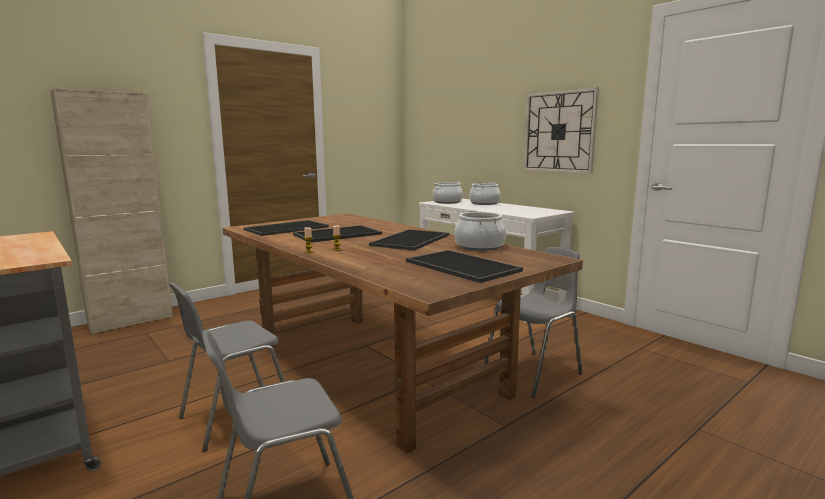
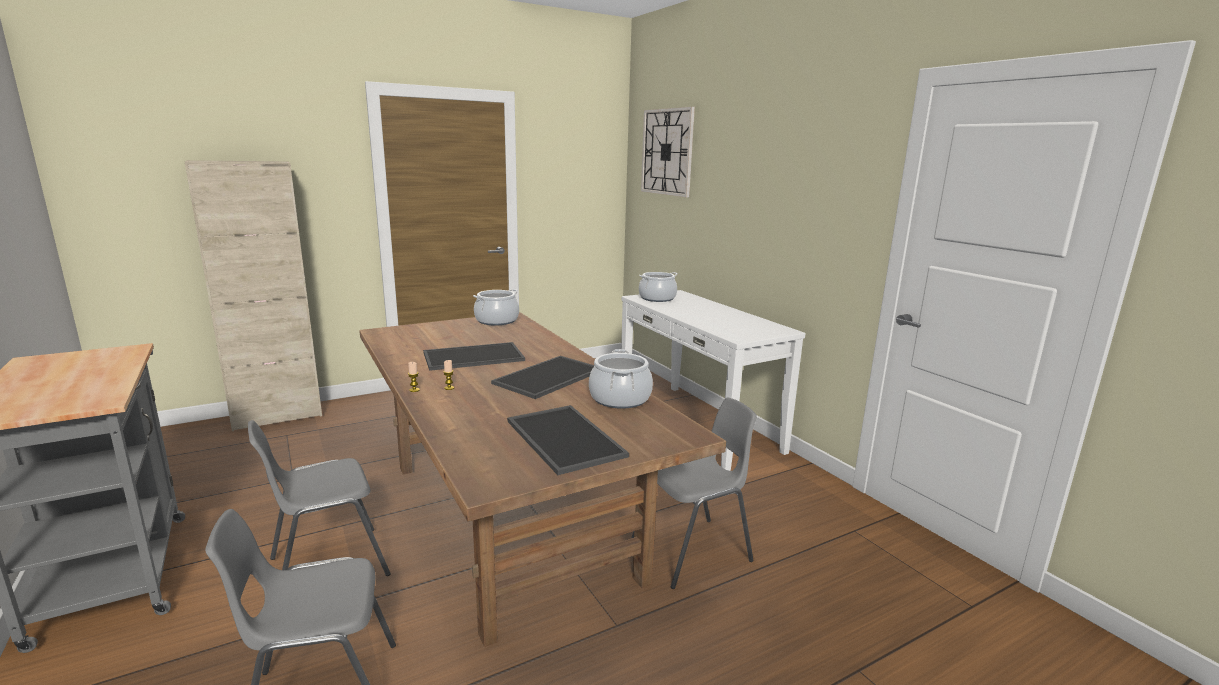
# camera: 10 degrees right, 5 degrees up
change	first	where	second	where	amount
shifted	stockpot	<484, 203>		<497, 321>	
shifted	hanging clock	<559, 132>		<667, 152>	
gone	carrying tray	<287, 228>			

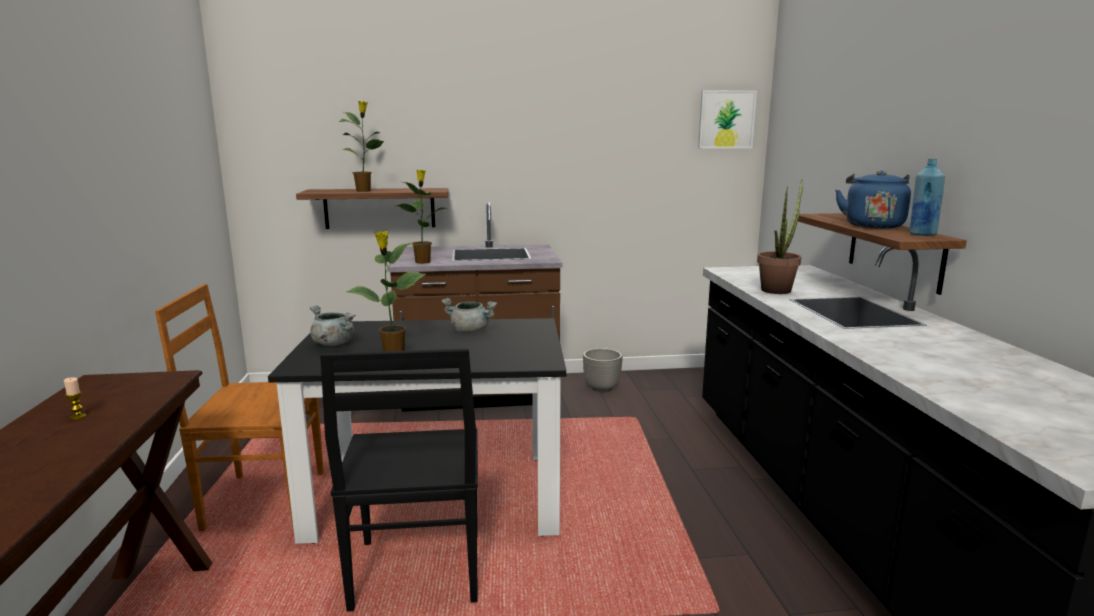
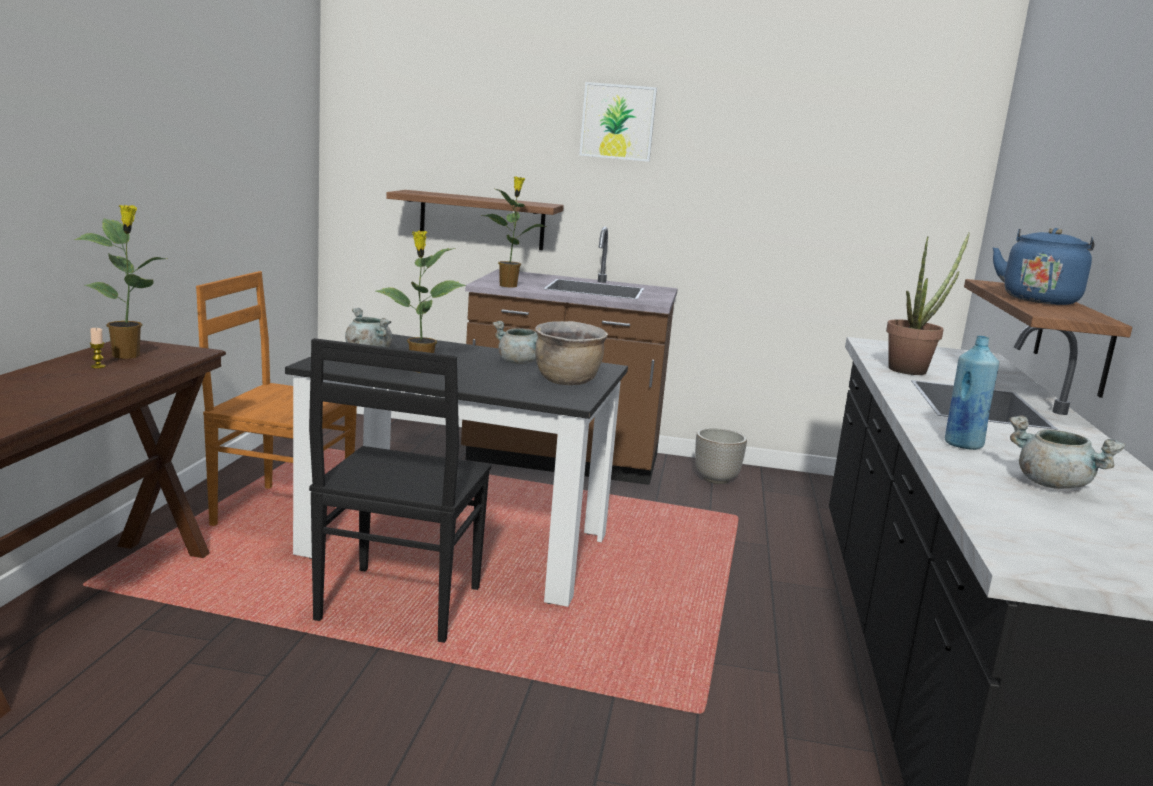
# camera: 15 degrees right, 0 degrees up
change	first	where	second	where	amount
shifted	plant in a pot	<364, 191>		<128, 355>	
new			brown stockpot	<567, 382>	
shifted	picture	<726, 119>		<618, 122>	
shifted	blue-coloured bottle	<922, 234>		<962, 444>	
new			grey stockpot	<1053, 485>	

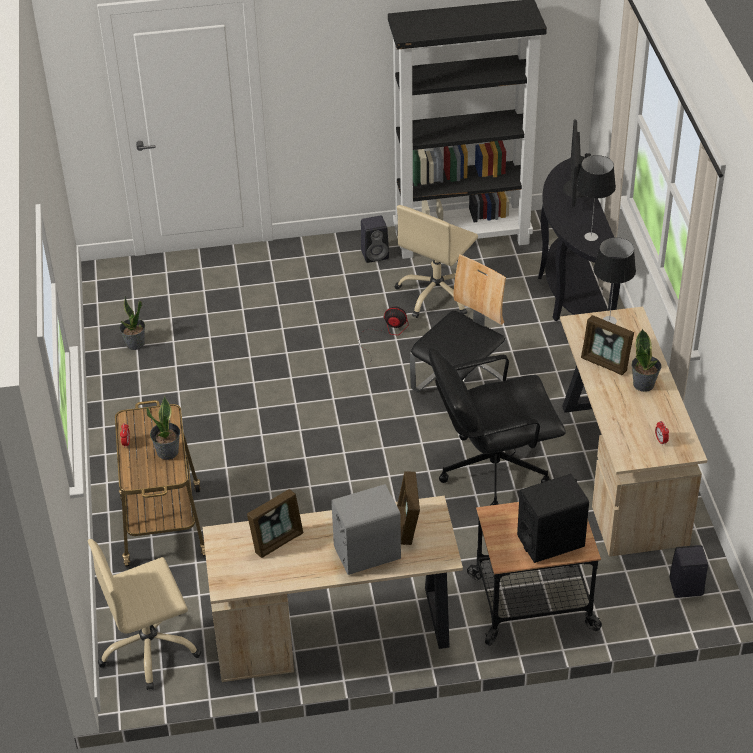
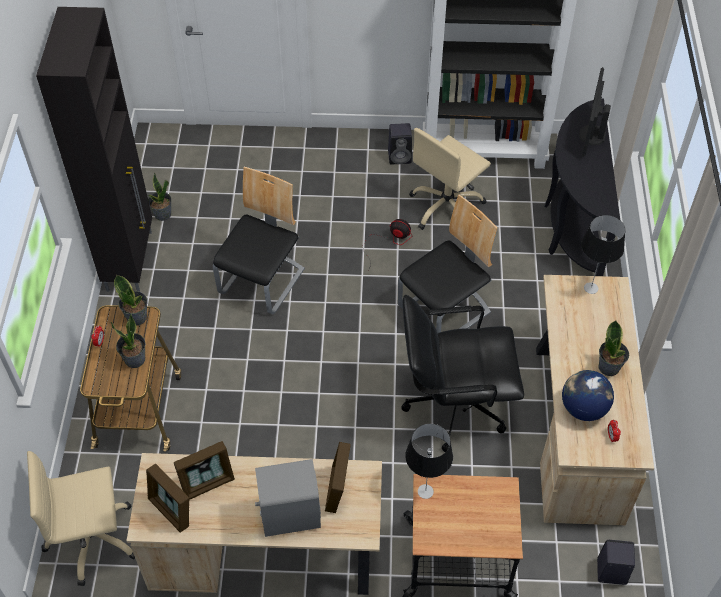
# camera: 10 degrees right, 10 degrees up
change	first	where	second	where	amount
new			black cabinet	<130, 260>	
new			plant in a pot	<137, 317>	
shifted	standing frame	<605, 363>		<171, 510>	
new			upright chair	<262, 282>	
shifted	lamp for a table	<591, 236>		<425, 491>	
new			desk globe	<583, 408>	
gone	black loudspeaker	<551, 541>			

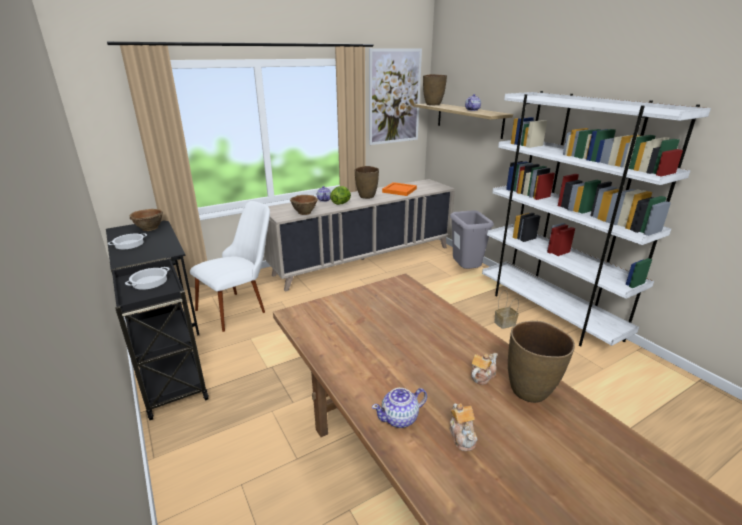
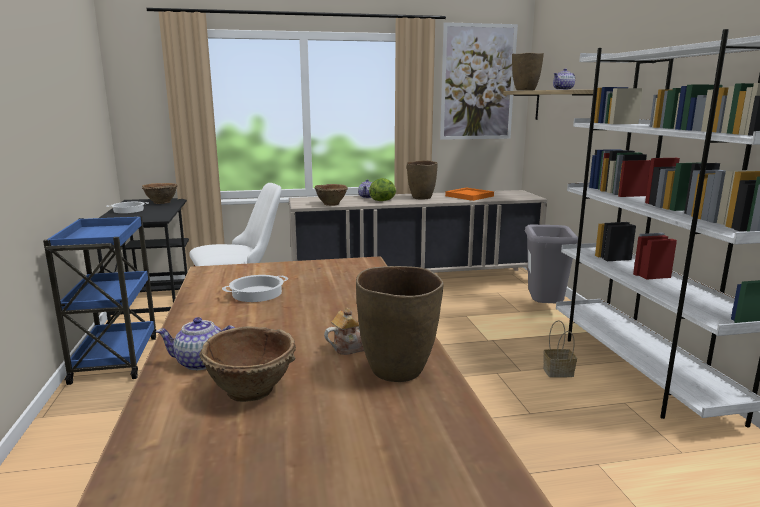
# camera: 20 degrees right, 10 degrees down
change	first	where	second	where	amount
repainted	black cart	<172, 382>	blue-coloured cart	<116, 358>	
swapped	tea pot	<462, 436>	brown deep dish	<252, 390>	
shifted	stockpot	<150, 281>		<257, 293>	

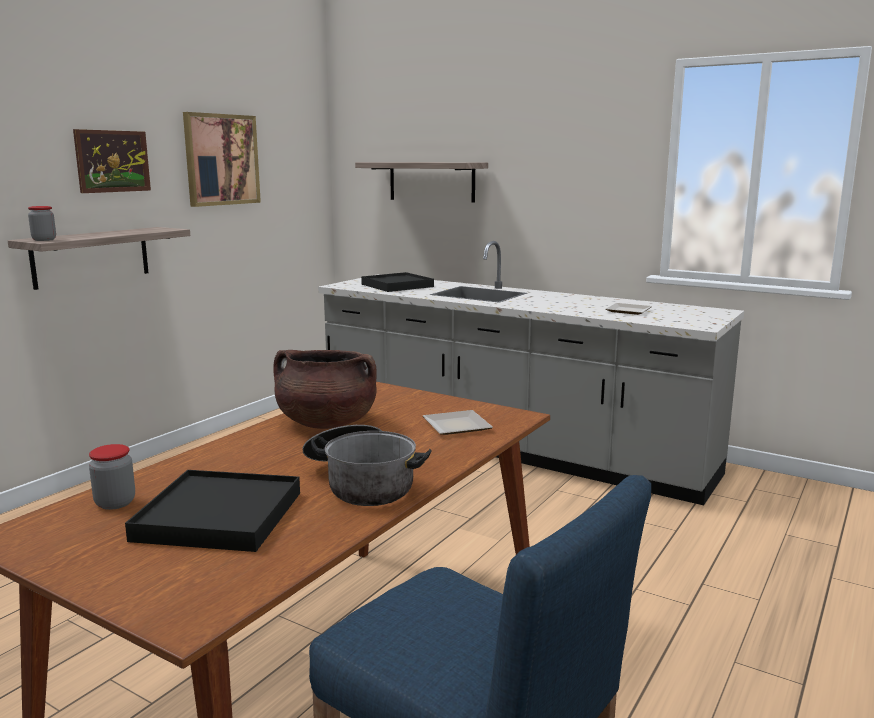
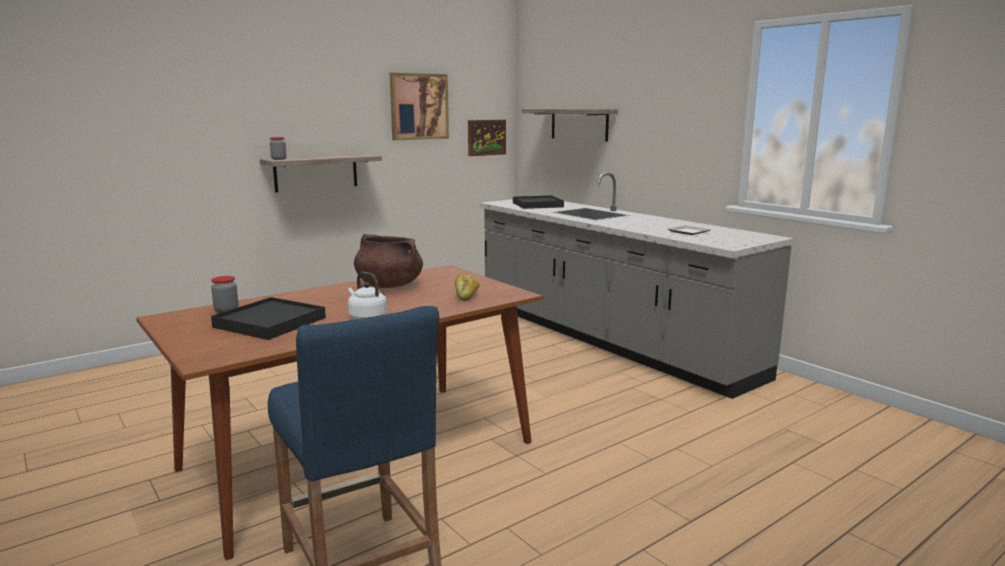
# camera: 20 degrees right, 0 degrees up
change	first	where	second	where	amount
swapped	stockpot	<362, 483>	whitish kettle	<366, 317>	
swapped	flat dish	<454, 426>	bakery bread	<467, 295>	
shifted	picture	<112, 161>		<486, 137>	

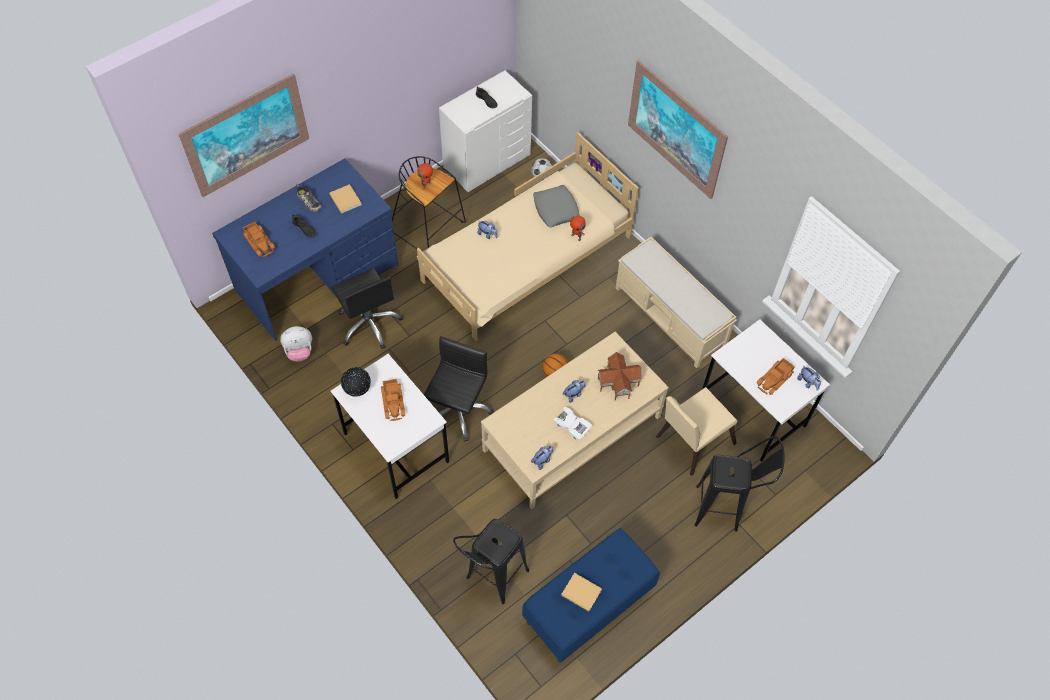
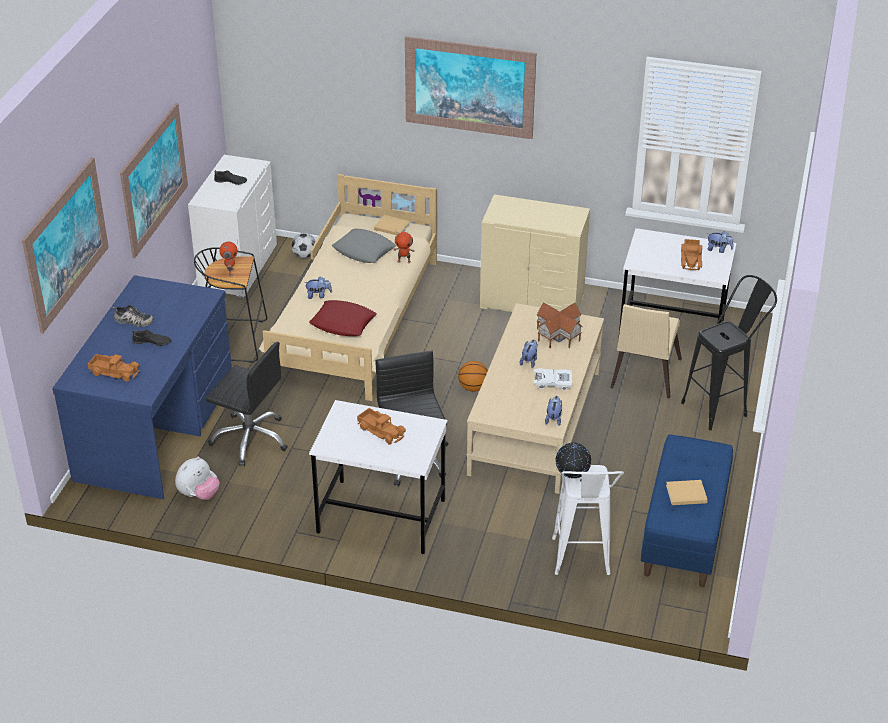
# camera: 35 degrees left, 20 degrees down
change	first	where	second	where	amount
new			picture	<154, 179>	
new			red-coloured pillow	<343, 323>	
shifted	beige book	<345, 199>		<391, 226>	
swapped	beige long seat	<670, 317>	beige drawer chest	<532, 301>	
repainted	black sitting stool	<492, 581>	whitish sitting stool	<581, 564>	
shifted	desk globe	<358, 391>		<572, 477>	

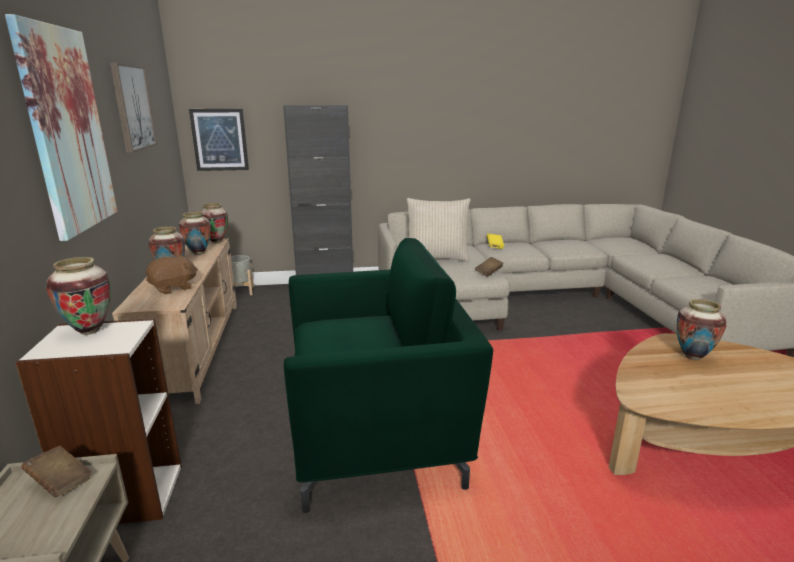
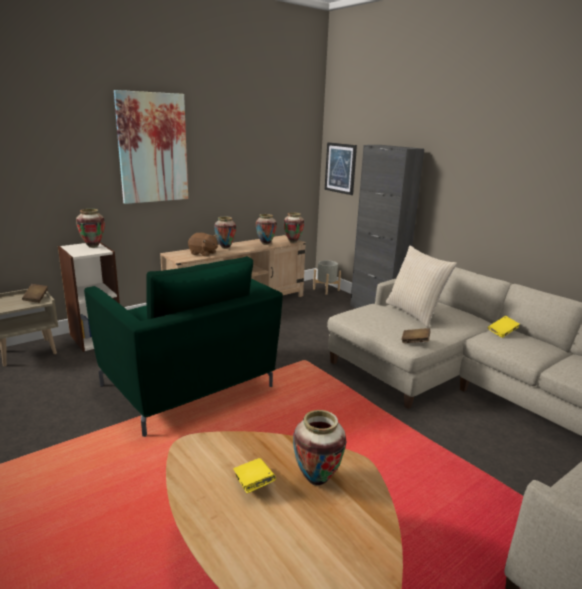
# camera: 60 degrees right, 0 degrees up
change	first	where	second	where	amount
new			yellowish book	<253, 484>	
gone	picture	<132, 107>			

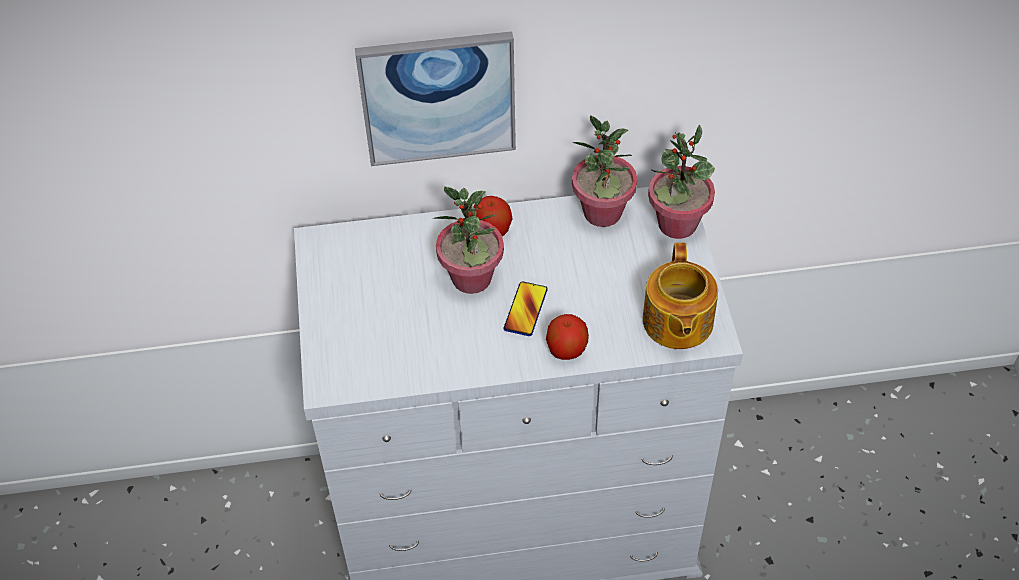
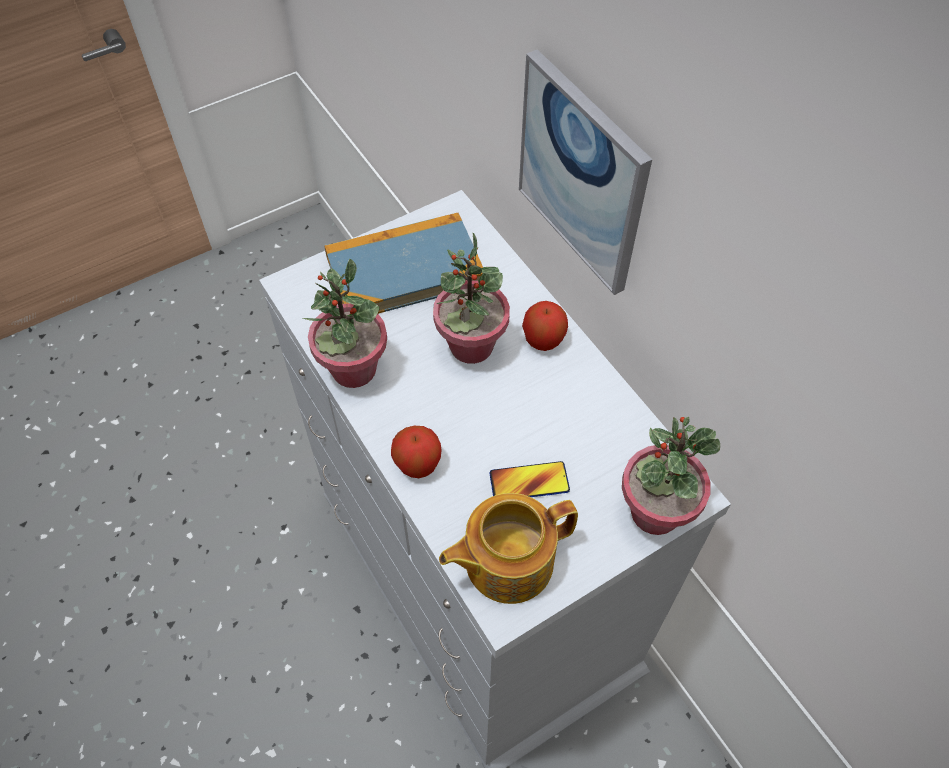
# camera: 65 degrees right, 5 degrees up
change	first	where	second	where	amount
shifted	plant in a pot	<602, 213>		<353, 369>	
new			book	<405, 270>	
shifted	phone	<525, 309>		<529, 482>	

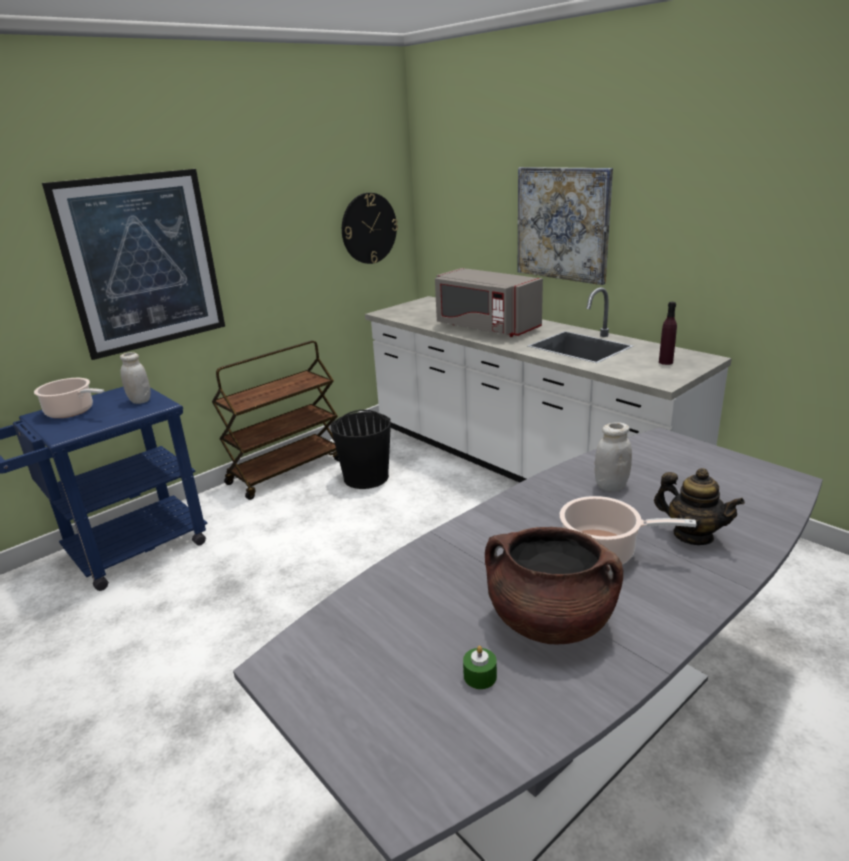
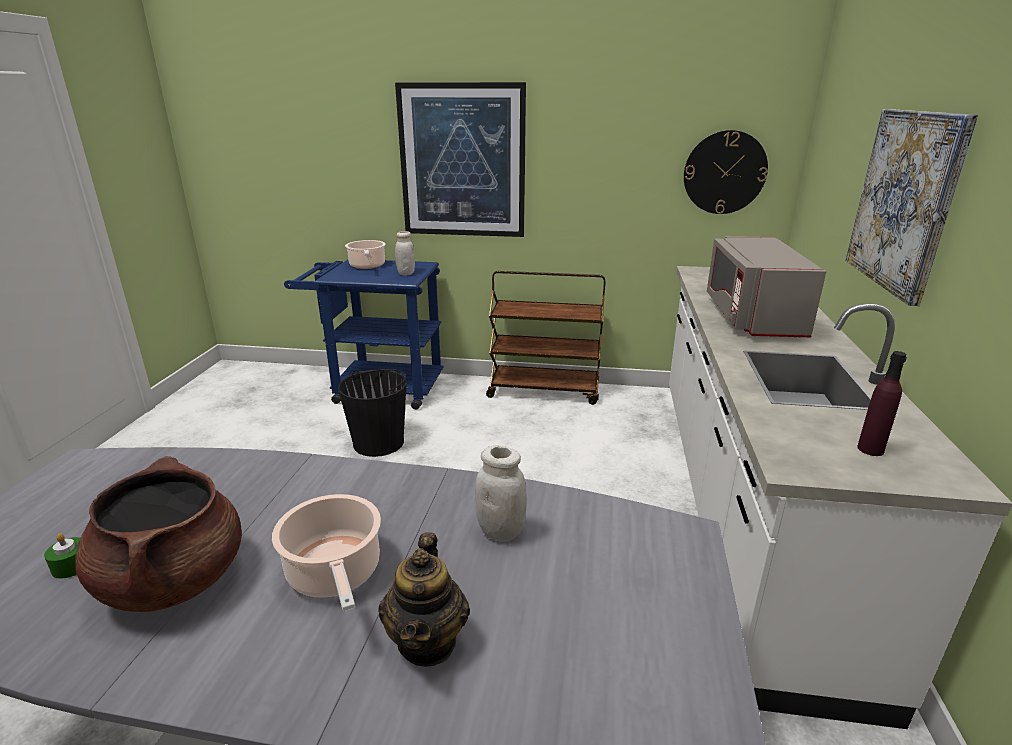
# camera: 50 degrees right, 0 degrees up
change	first	where	second	where	amount
shifted	black pail	<366, 477>		<379, 442>	

